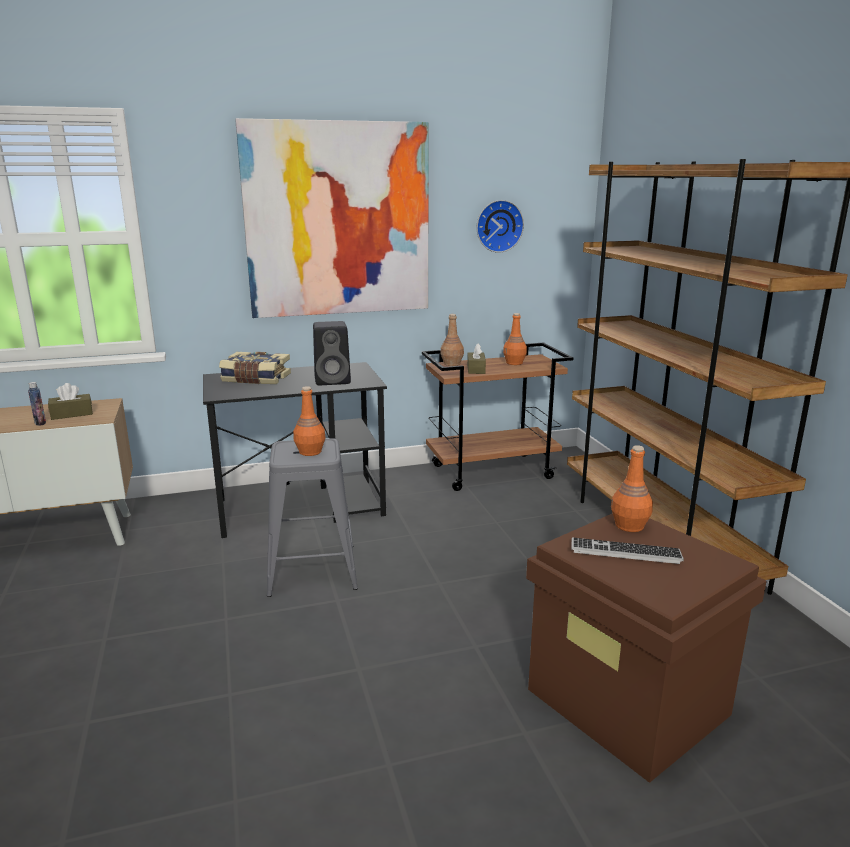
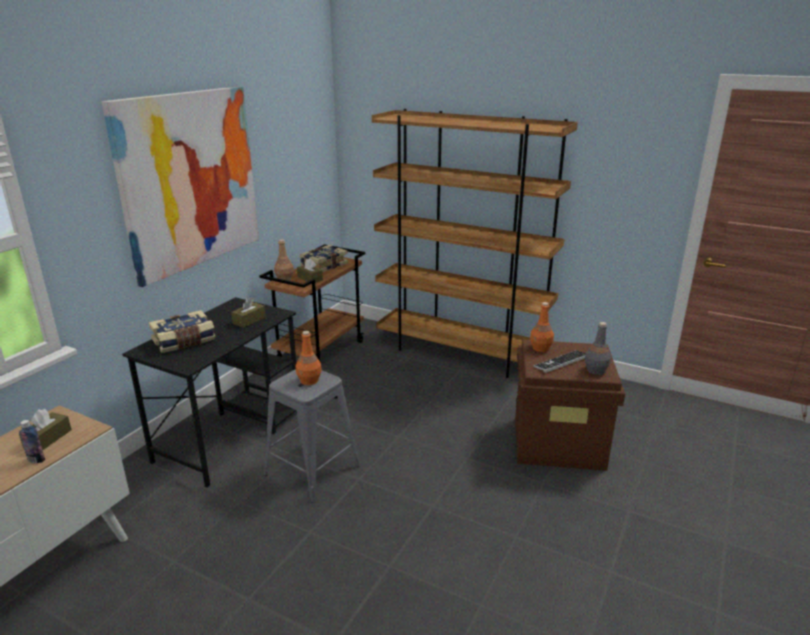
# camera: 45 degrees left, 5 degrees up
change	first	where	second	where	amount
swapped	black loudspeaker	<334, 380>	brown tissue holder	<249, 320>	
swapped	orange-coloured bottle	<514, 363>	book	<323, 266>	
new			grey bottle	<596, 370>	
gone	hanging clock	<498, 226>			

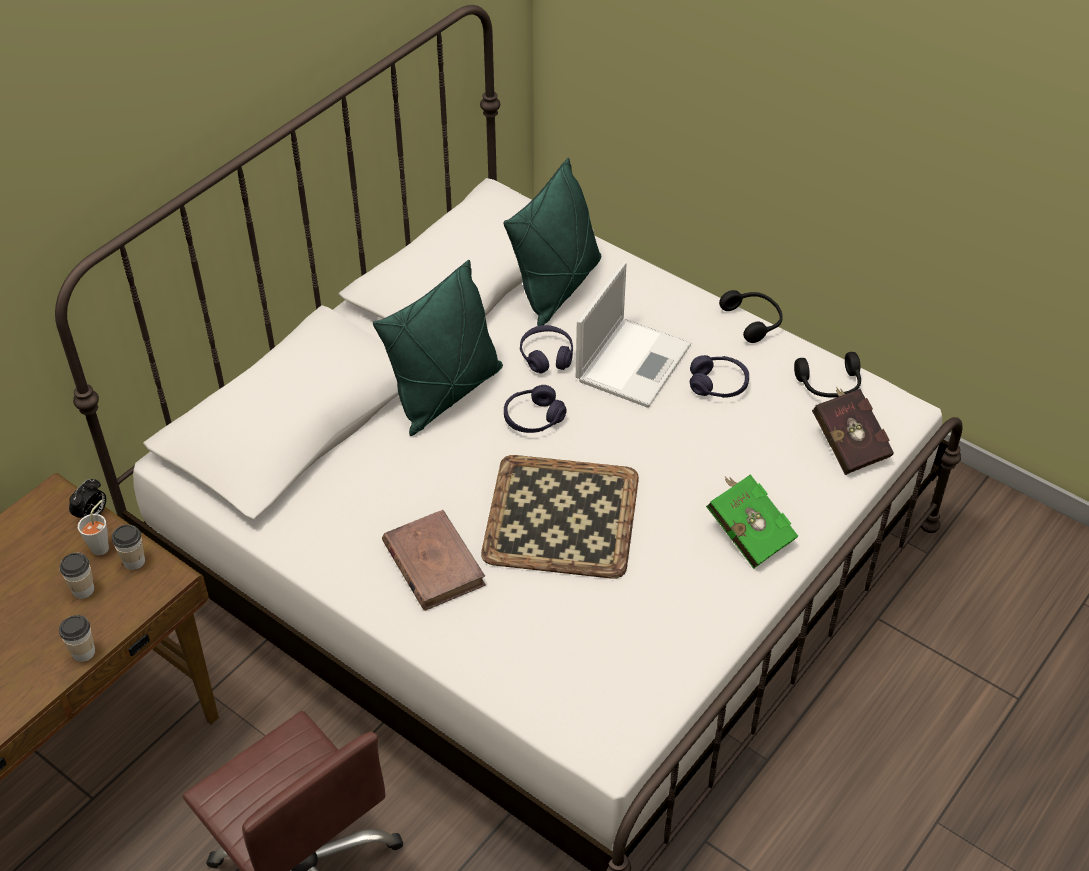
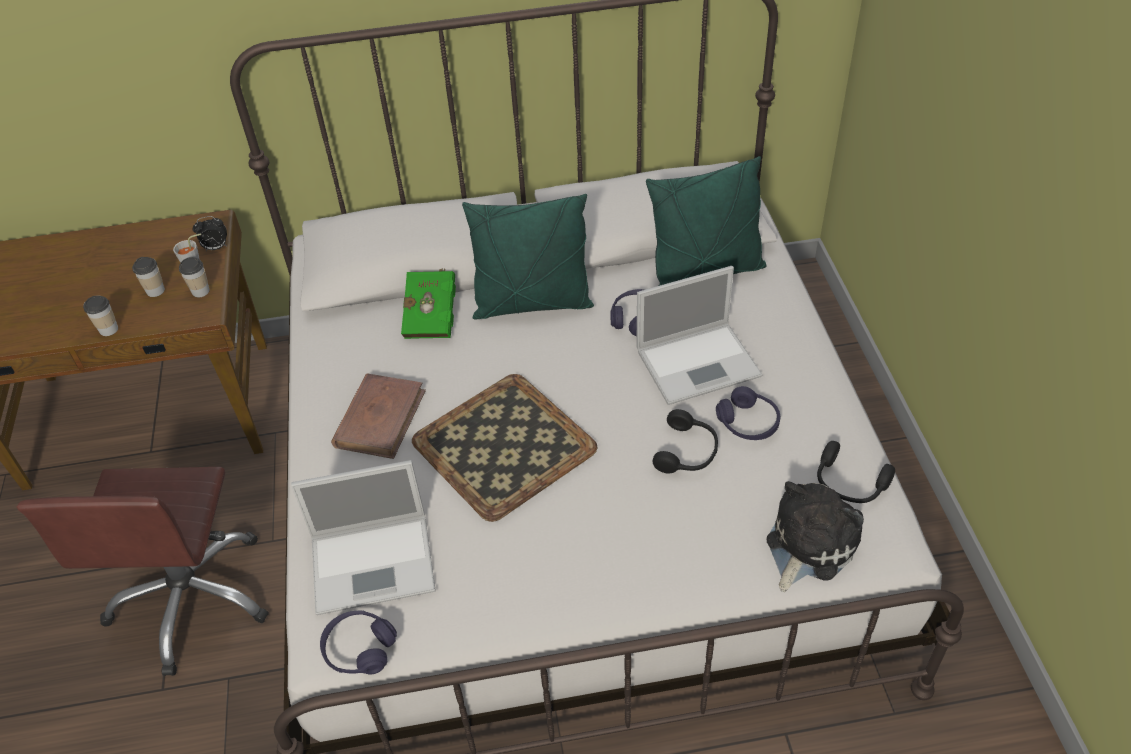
# camera: 45 degrees right, 0 degrees up
change	first	where	second	where	amount
new			notebook computer	<375, 562>	
shifted	purple-coloured headphones	<533, 418>		<359, 649>	
shifted	green book	<748, 532>		<433, 316>	
shifted	black headphones	<754, 321>		<687, 452>	
swapped	red-coloured book	<848, 443>	soft toy	<808, 545>	

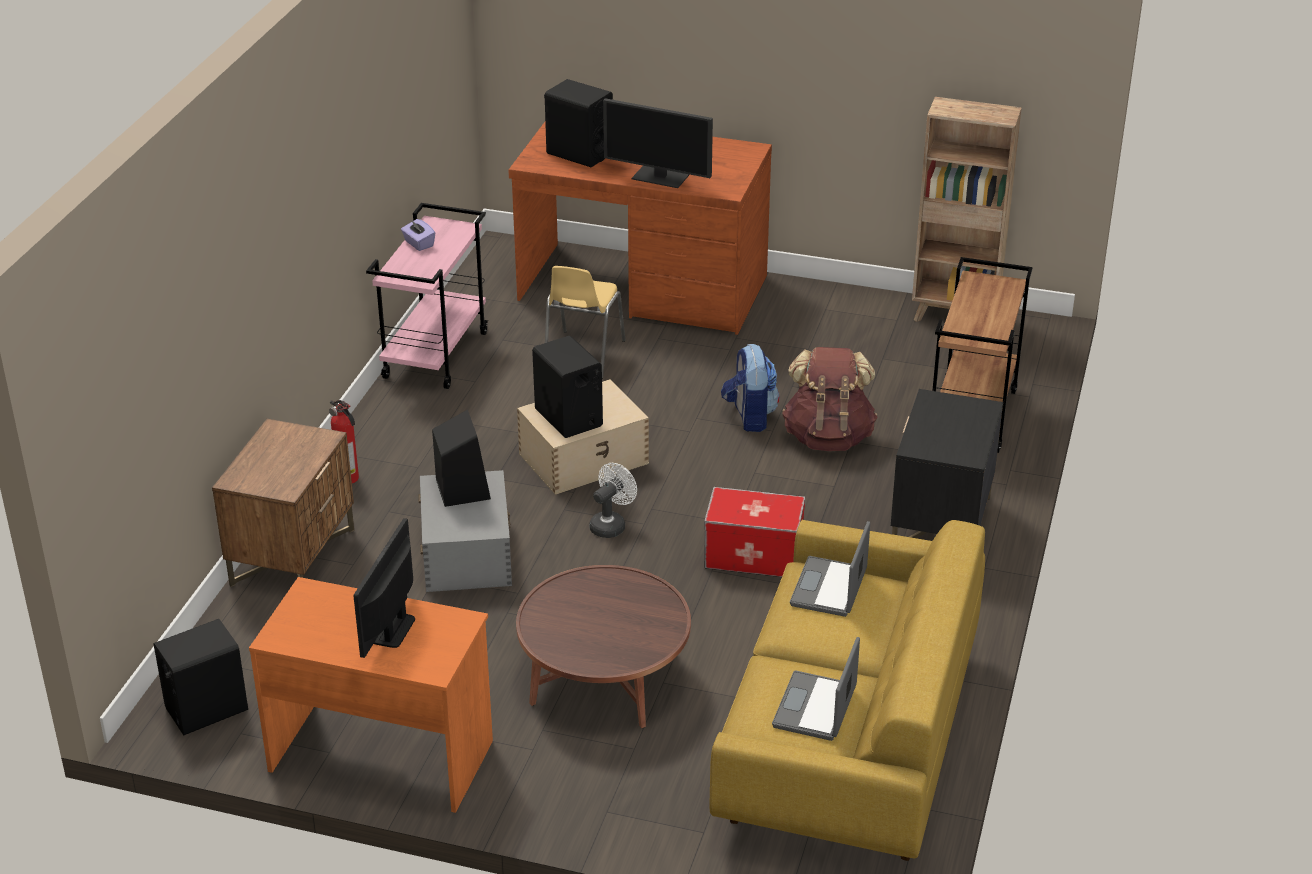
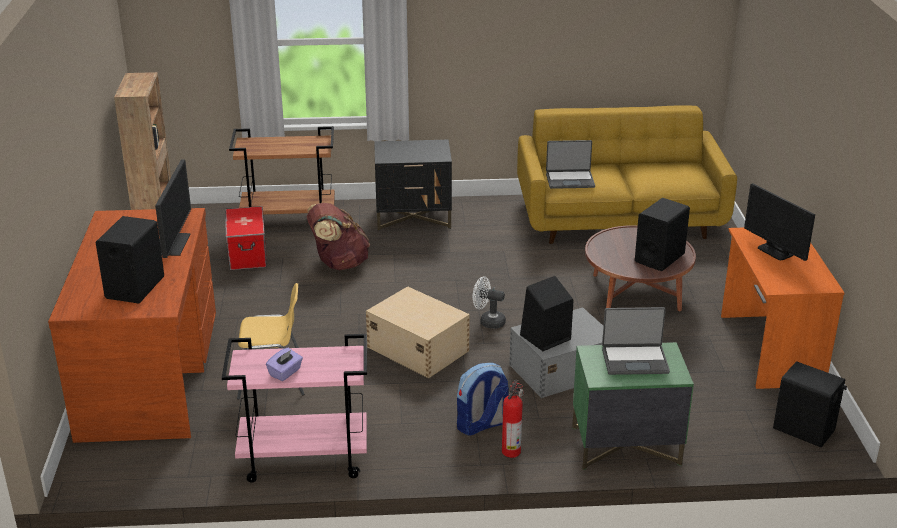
# camera: 110 degrees left, 5 degrees down
change	first	where	second	where	amount
shifted	storage container	<753, 556>		<248, 254>	
shifted	backpack	<749, 417>		<481, 425>	
repainted	brown nightstand	<293, 557>	green nightstand	<625, 446>	
shifted	notebook computer	<816, 708>		<635, 360>	
shifted	black loudspeaker	<569, 418>		<659, 258>	
rotated	computer display	<392, 630>		<775, 251>	60 degrees clockwise

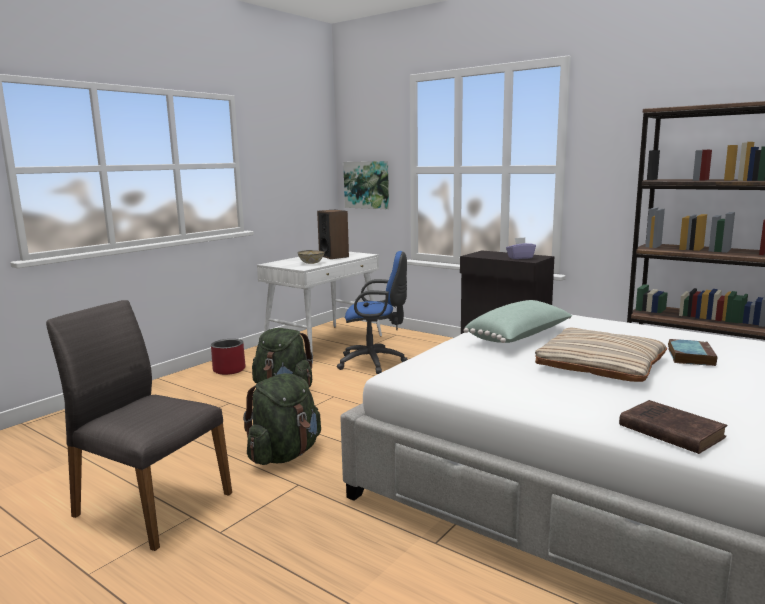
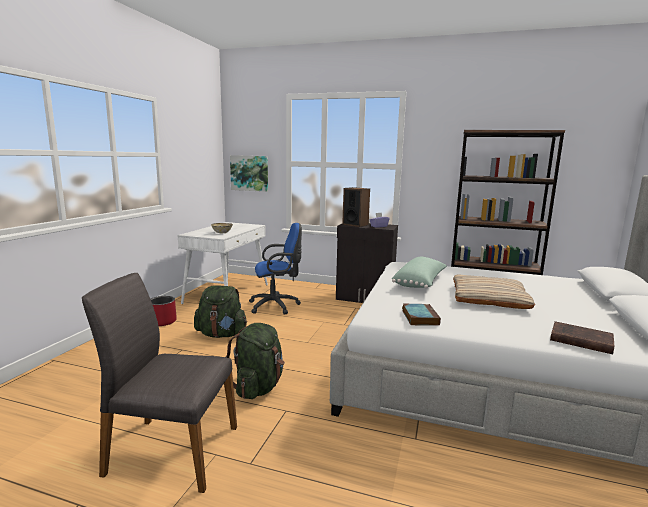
# camera: 20 degrees left, 0 degrees up
change	first	where	second	where	amount
shifted	loudspeaker	<334, 256>		<355, 224>	
shifted	book	<690, 356>		<419, 317>	

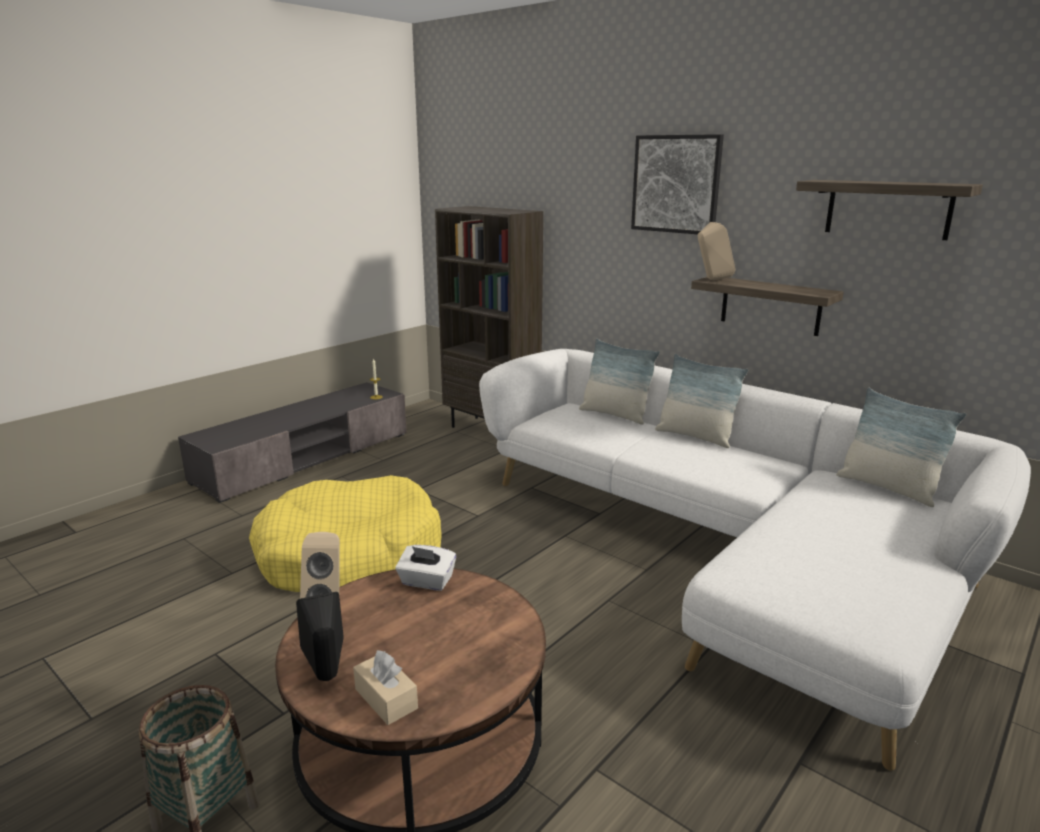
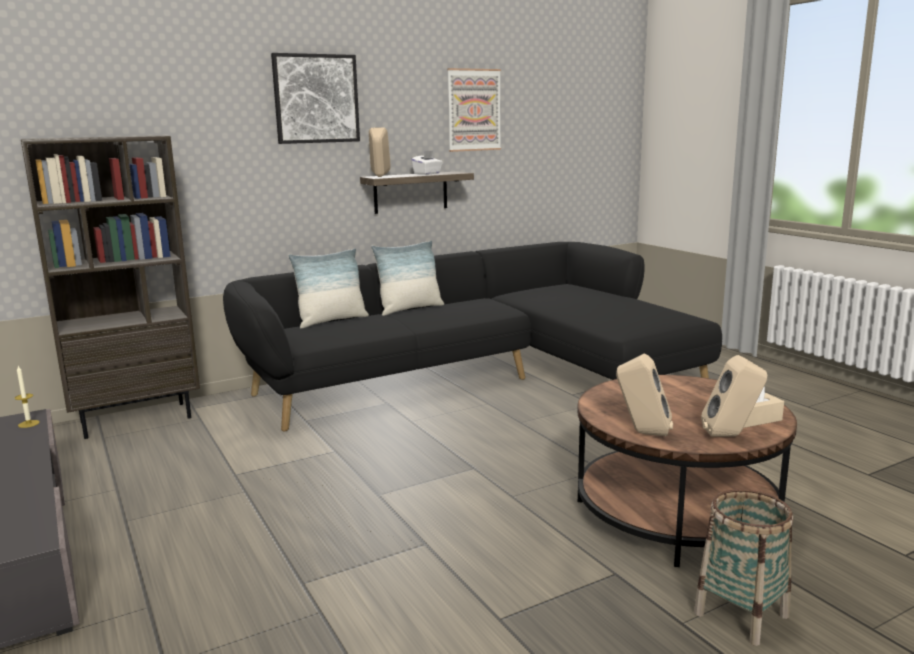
# camera: 70 degrees left, 5 degrees down
change	first	where	second	where	amount
repainted	whitish sofa	<724, 551>	black sofa	<483, 377>	
shifted	whitish tissue holder	<426, 582>		<427, 174>	
swapped	shelf	<888, 209>	picture	<474, 110>	
repainted	black loudspeaker	<327, 678>	beige loudspeaker	<731, 436>	
gone	yellowish pet bed	<350, 555>			
gone	pillow	<887, 488>			

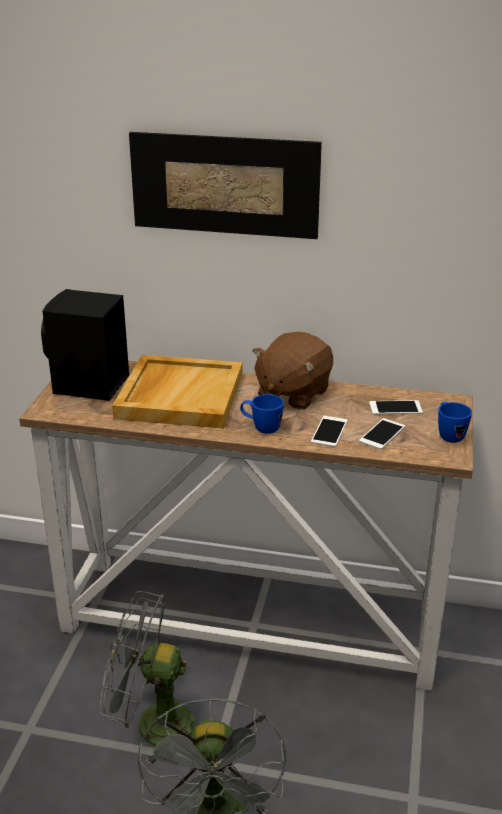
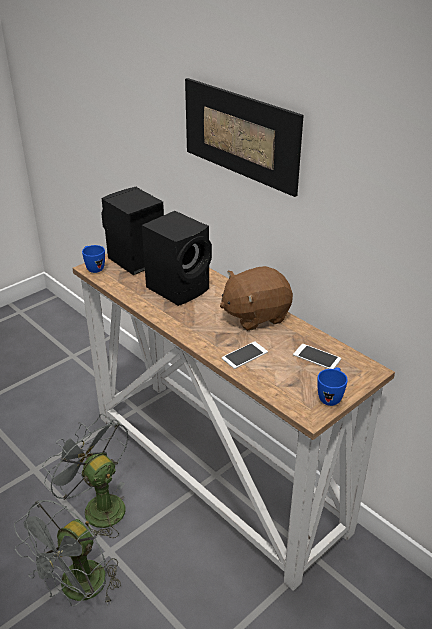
# camera: 35 degrees right, 5 degrees up
change	first	where	second	where	amount
shifted	blue-coloured coffee mug	<261, 428>		<93, 268>	
swapped	beige carrying tray	<179, 395>	black loudspeaker	<180, 288>	
gone	phone	<382, 434>			

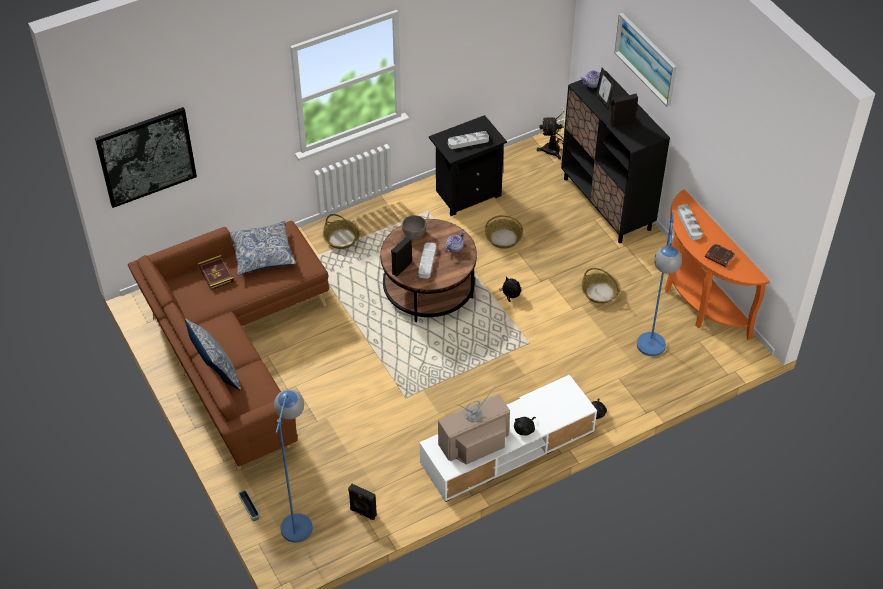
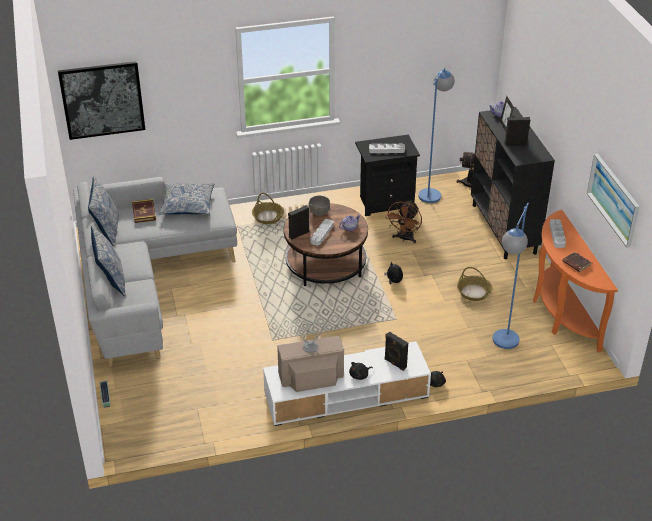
# camera: 15 degrees right, 10 degrees down
change	first	where	second	where	amount
repainted	brown sofa	<235, 353>	grey sofa	<146, 282>	
new			pillow	<106, 230>	
shifted	black loudspeaker	<362, 513>		<394, 364>	
swapped	household basket	<504, 238>	brown electric fan	<404, 238>	
shifted	blue-coloured floor lamp	<298, 518>		<432, 192>	
shifted	picture	<646, 58>		<613, 199>	

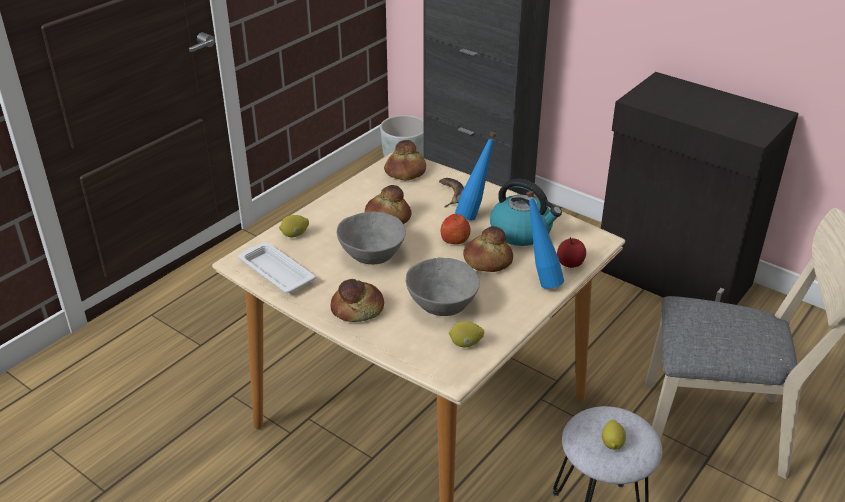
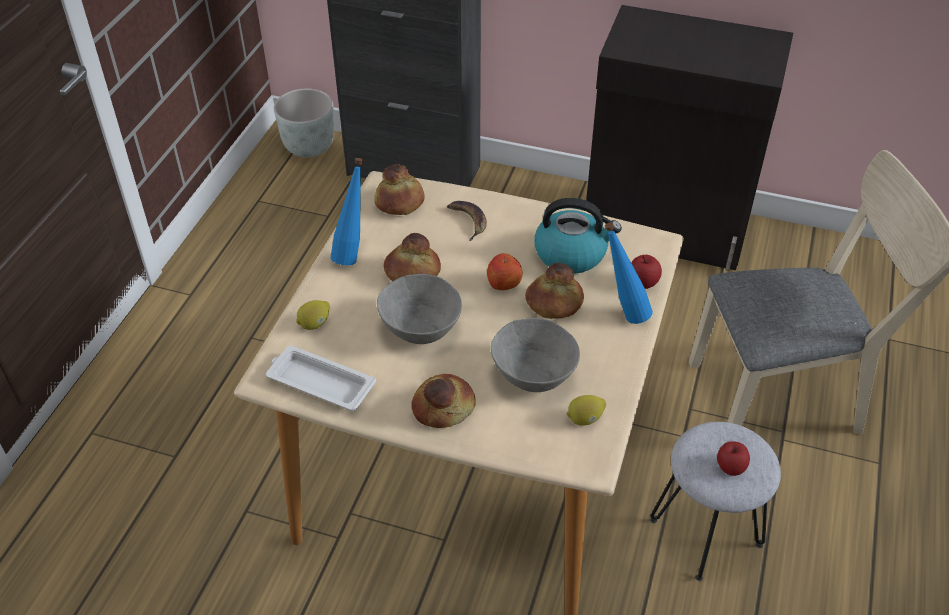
# camera: 20 degrees left, 10 degrees up
change	first	where	second	where	amount
shifted	blue-coloured bottle	<474, 214>		<353, 253>	
swapped	whole lemon	<612, 443>	apple	<730, 467>	

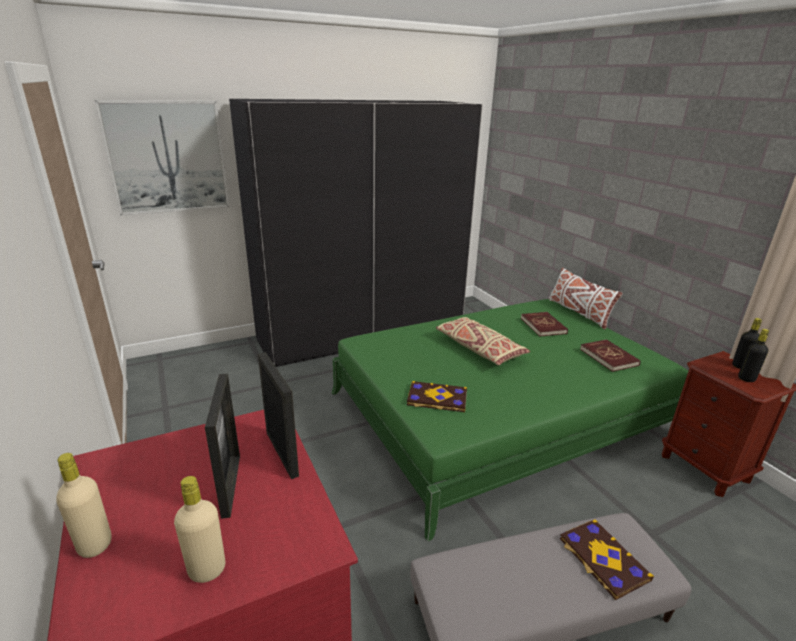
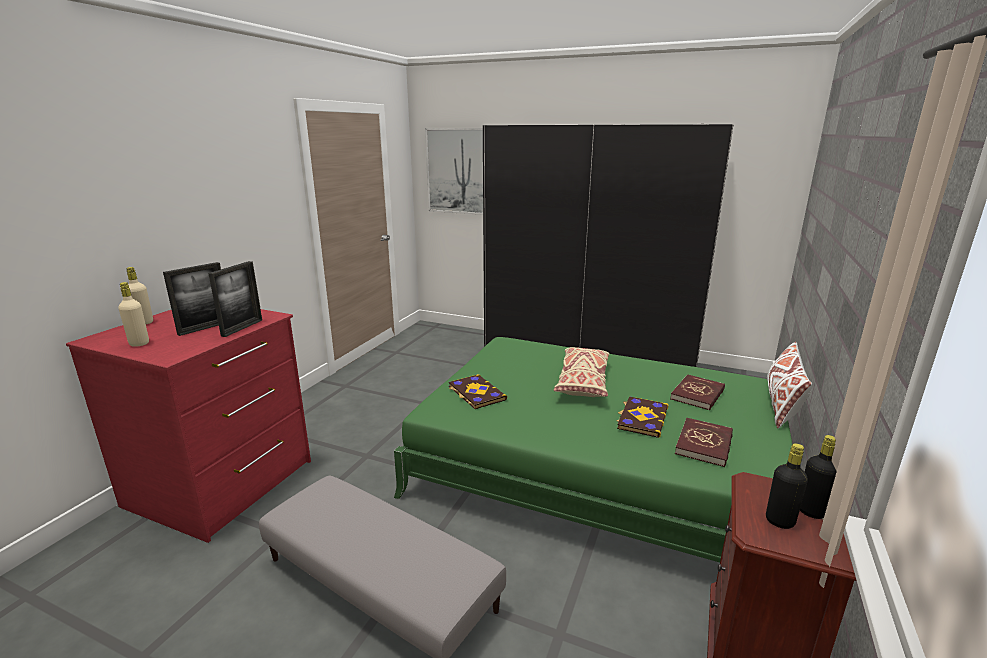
# camera: 50 degrees right, 5 degrees down
change	first	where	second	where	amount
shifted	book	<602, 559>		<642, 418>	

